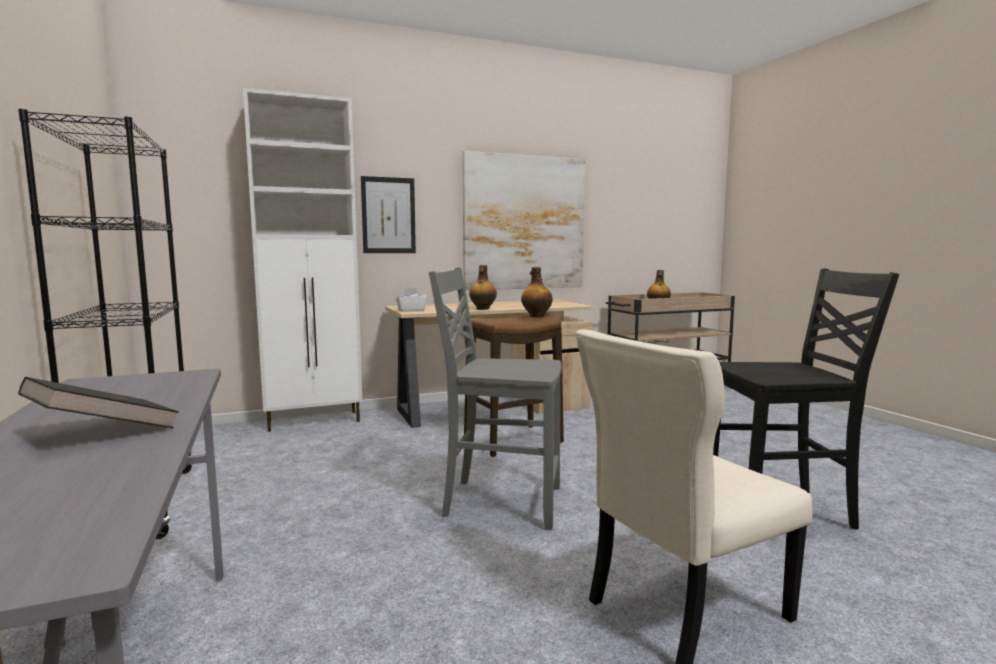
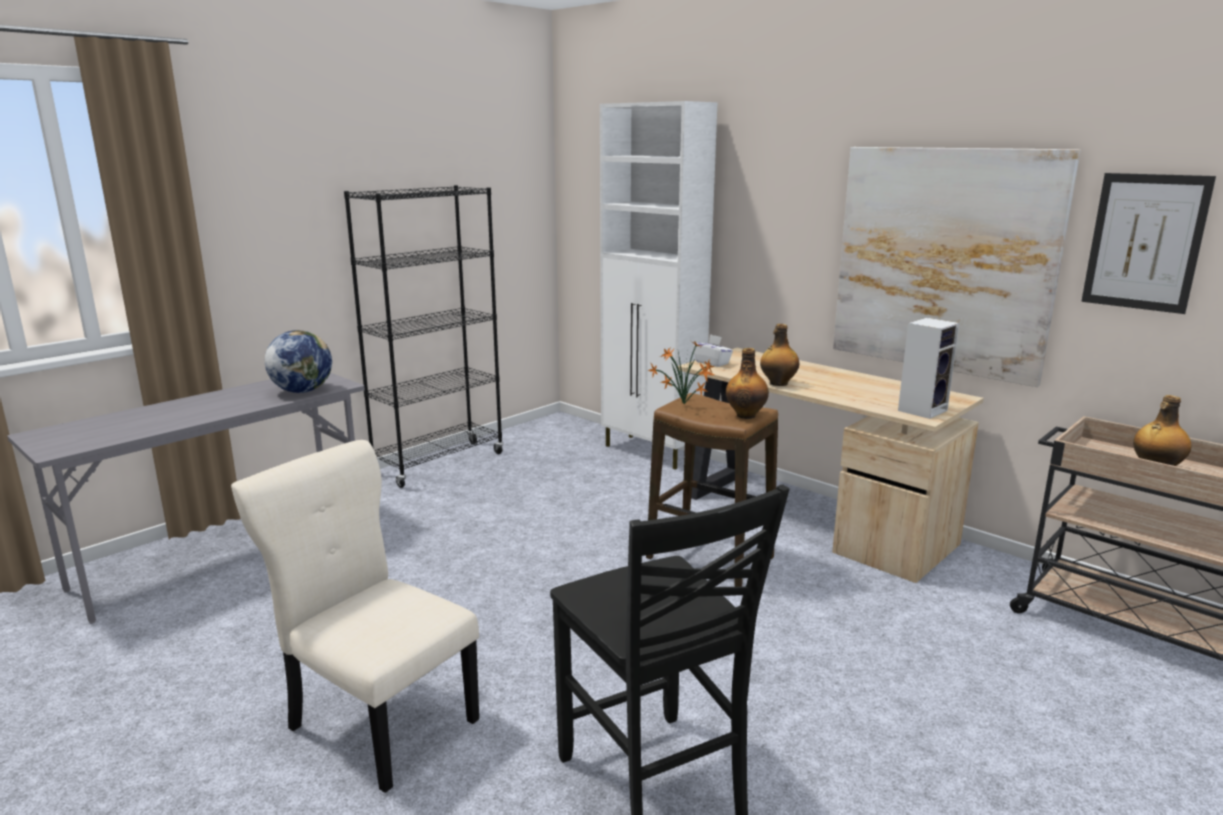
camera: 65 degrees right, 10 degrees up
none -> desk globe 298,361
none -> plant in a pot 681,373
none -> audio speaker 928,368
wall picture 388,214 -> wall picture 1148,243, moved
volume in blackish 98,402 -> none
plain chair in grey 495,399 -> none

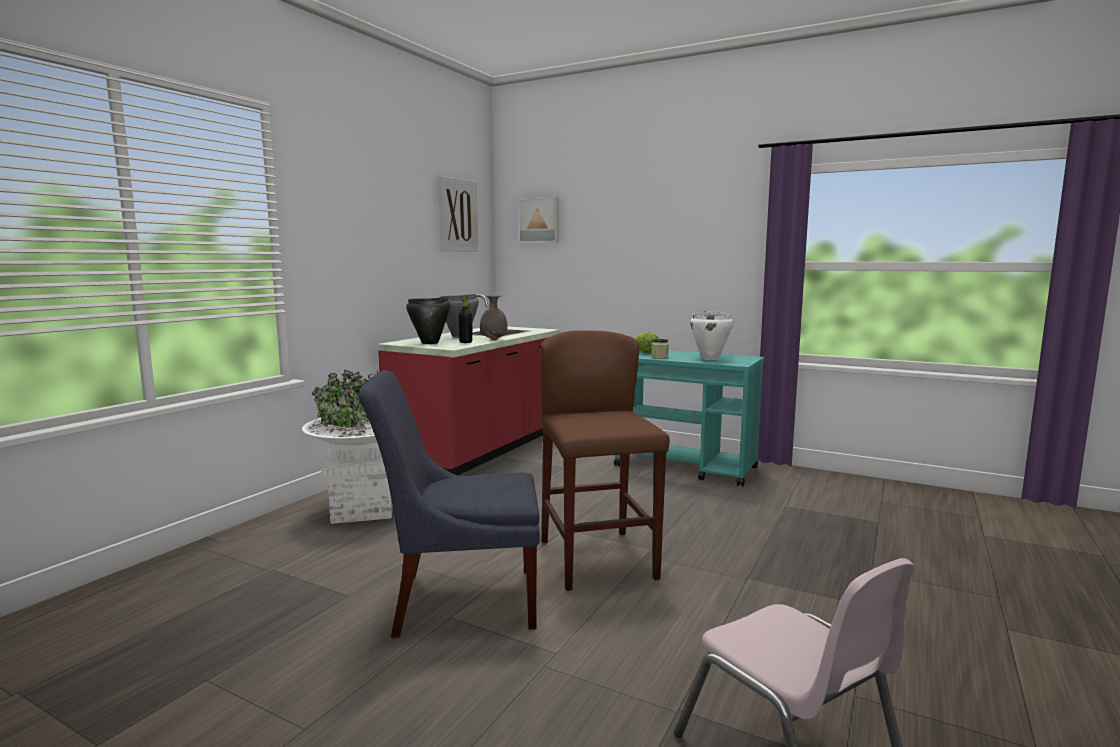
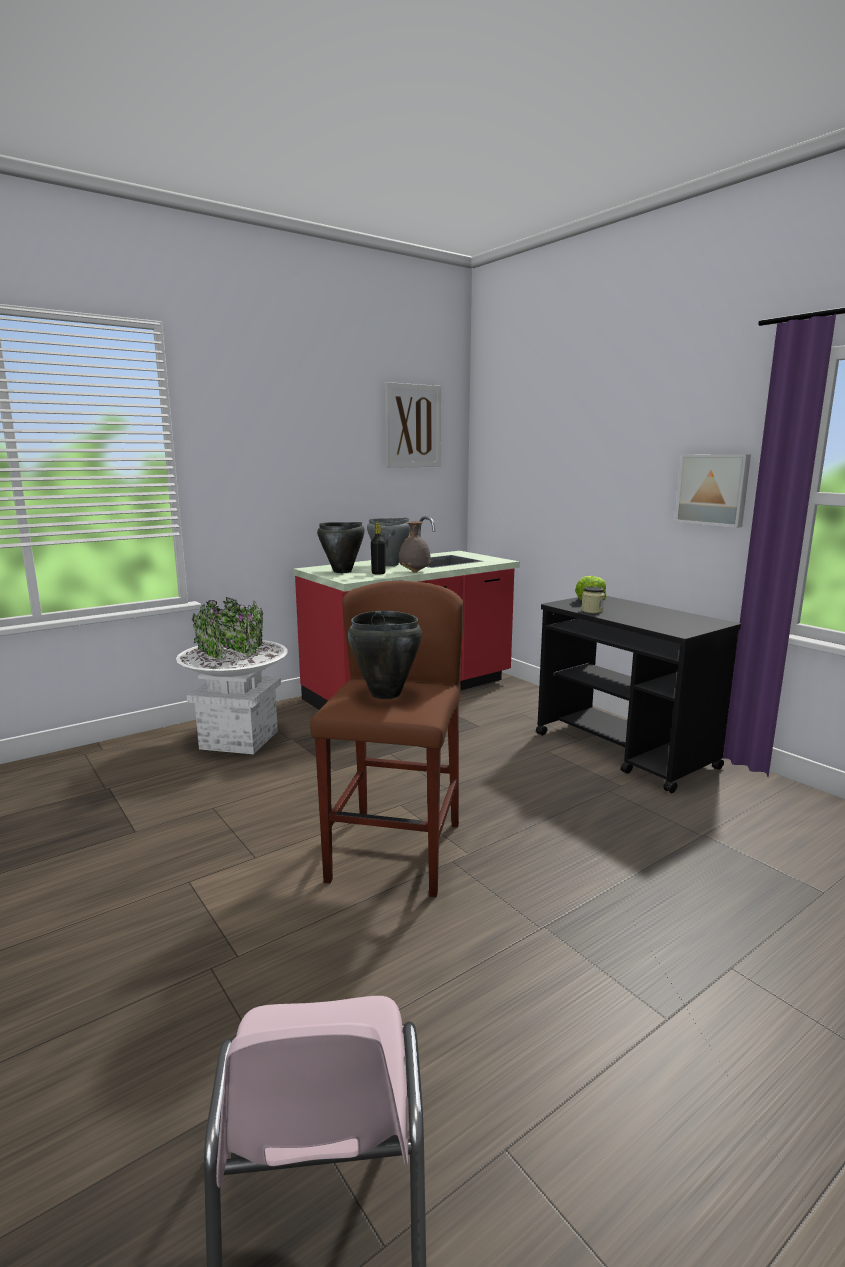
camera: 25 degrees right, 5 degrees up
none -> cooking pot in blackish 385,655
wheeled cart in turquoise 689,418 -> wheeled cart in blackish 638,694
wall picture 538,220 -> wall picture 713,491, moved
plain chair in blue-coloured 449,504 -> none
cooking pot in white 711,335 -> none

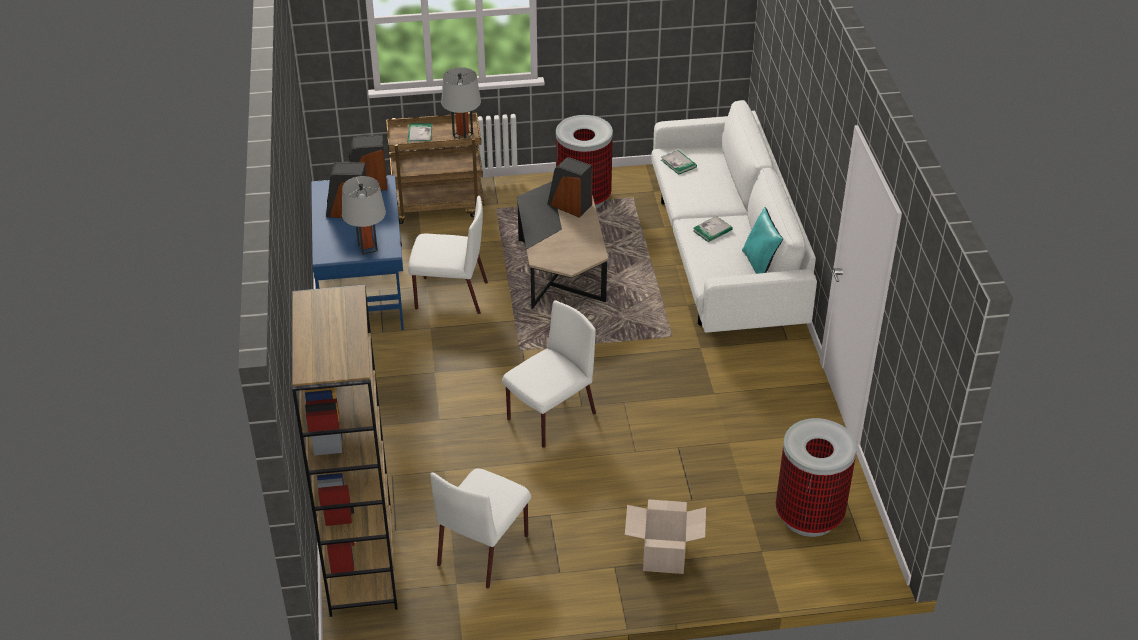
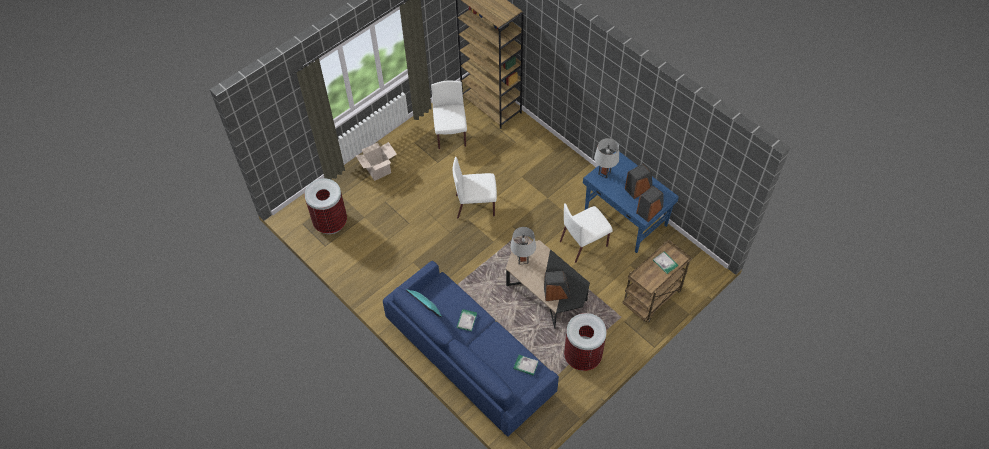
camera: 145 degrees right, 15 degrees up
sofa in white 734,216 -> sofa in blue-coloured 471,349
plain chair in white 549,374 -> plain chair in white 475,188, 75 degrees clockwise
table lamp in grey 461,103 -> table lamp in grey 523,246, moved

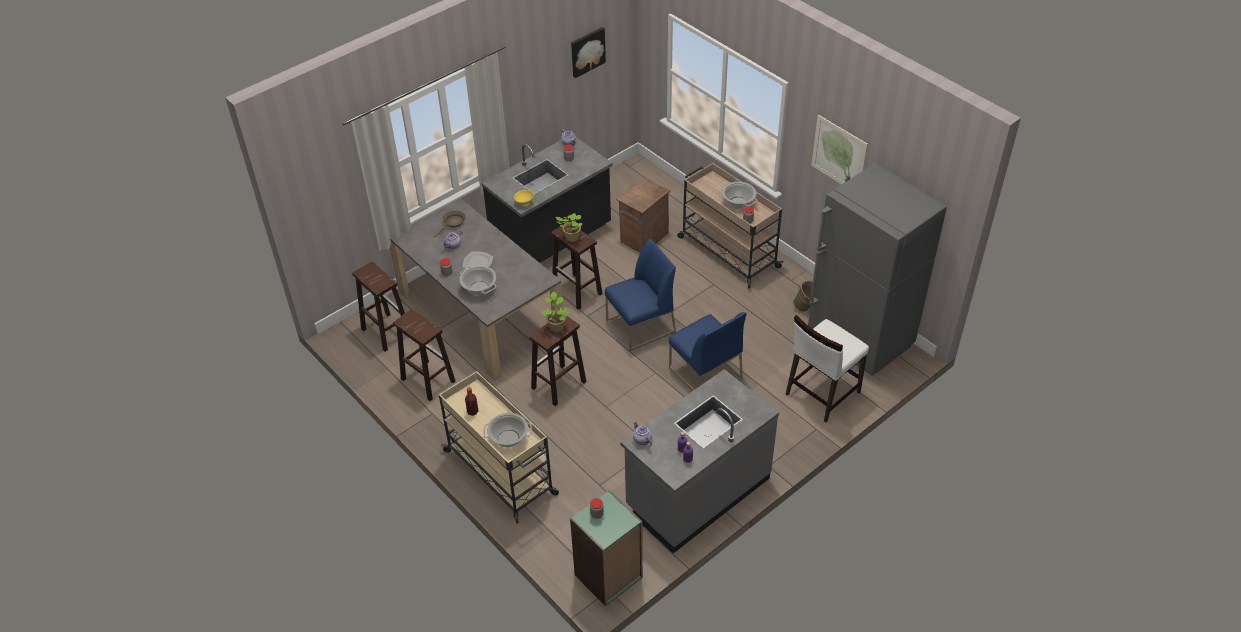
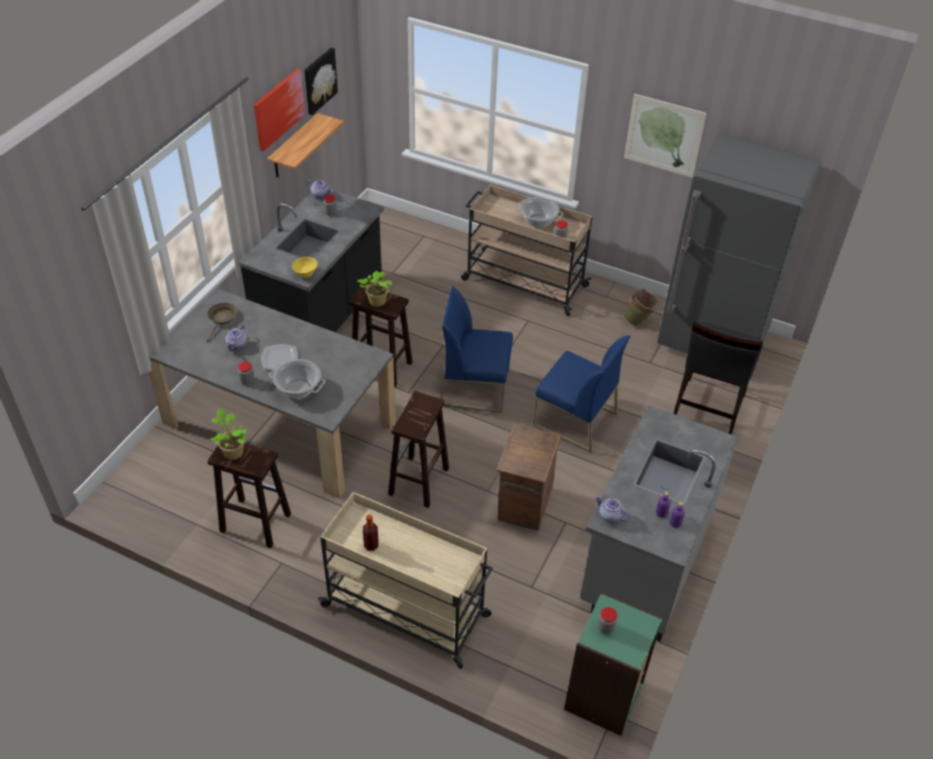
camera: 25 degrees left, 0 degrees up
plant in a pot 555,311 -> plant in a pot 229,434, moved
none -> wall picture 279,110
none -> bracket shelf 305,145
plain chair in blue-coloured 640,294 -> plain chair in blue-coloured 476,349, 120 degrees counterclockwise
shipping crate 643,215 -> shipping crate 529,477, moved
plain chair in white 827,369 -> plain chair in blackish 718,378
stool seat in brownish 378,306 -> none
cooking pot 507,430 -> none

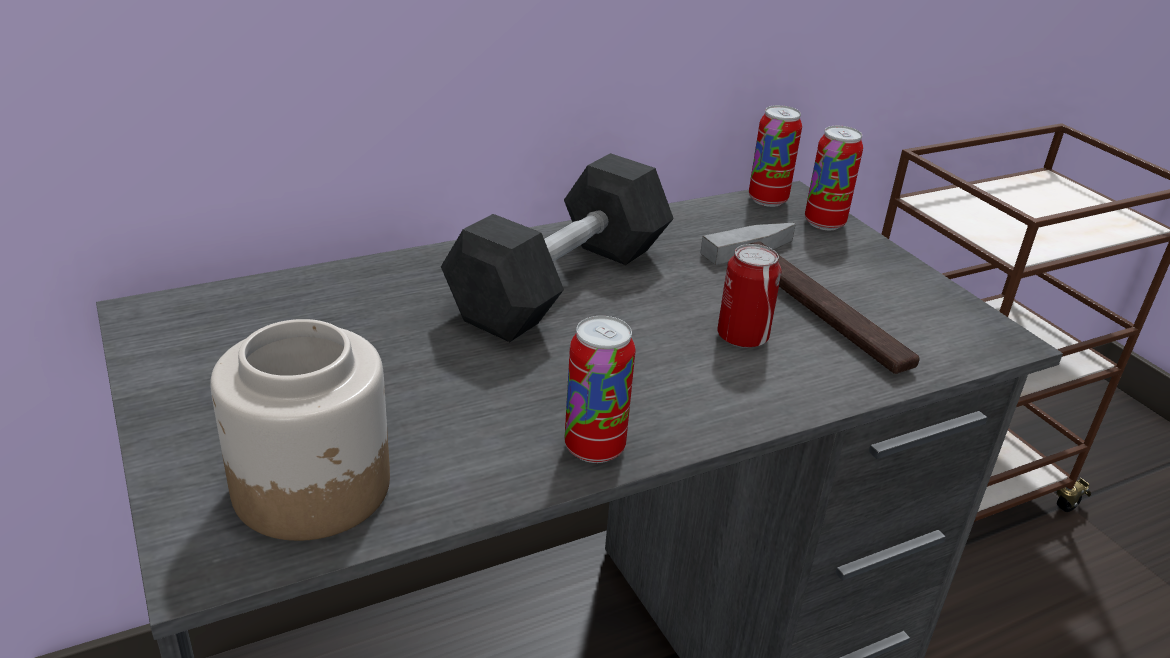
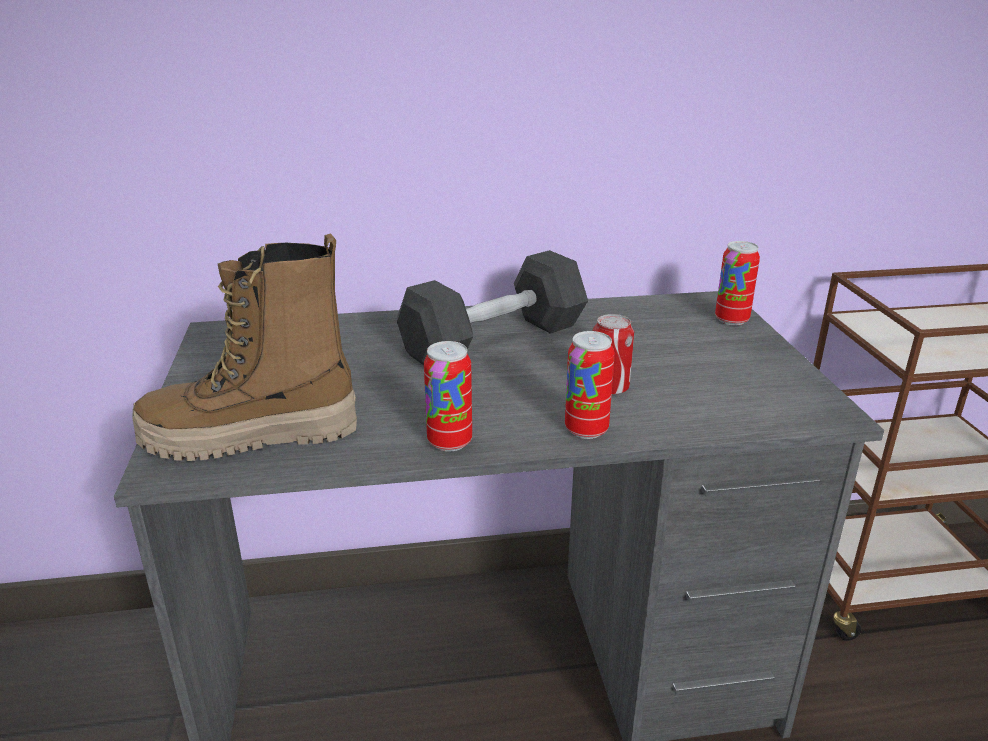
camera: 20 degrees right, 5 degrees down
preserve jar 300,430 -> high-top boot 245,347
can 775,156 -> can 590,385, moved
tool hammer 810,298 -> none

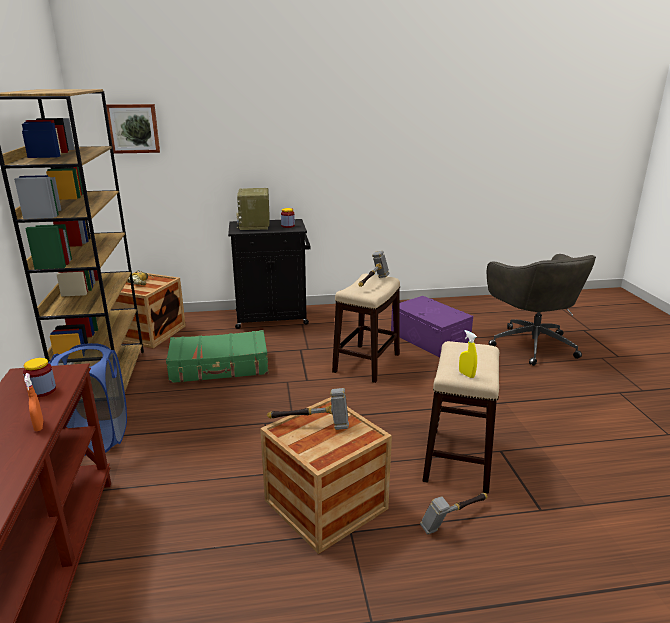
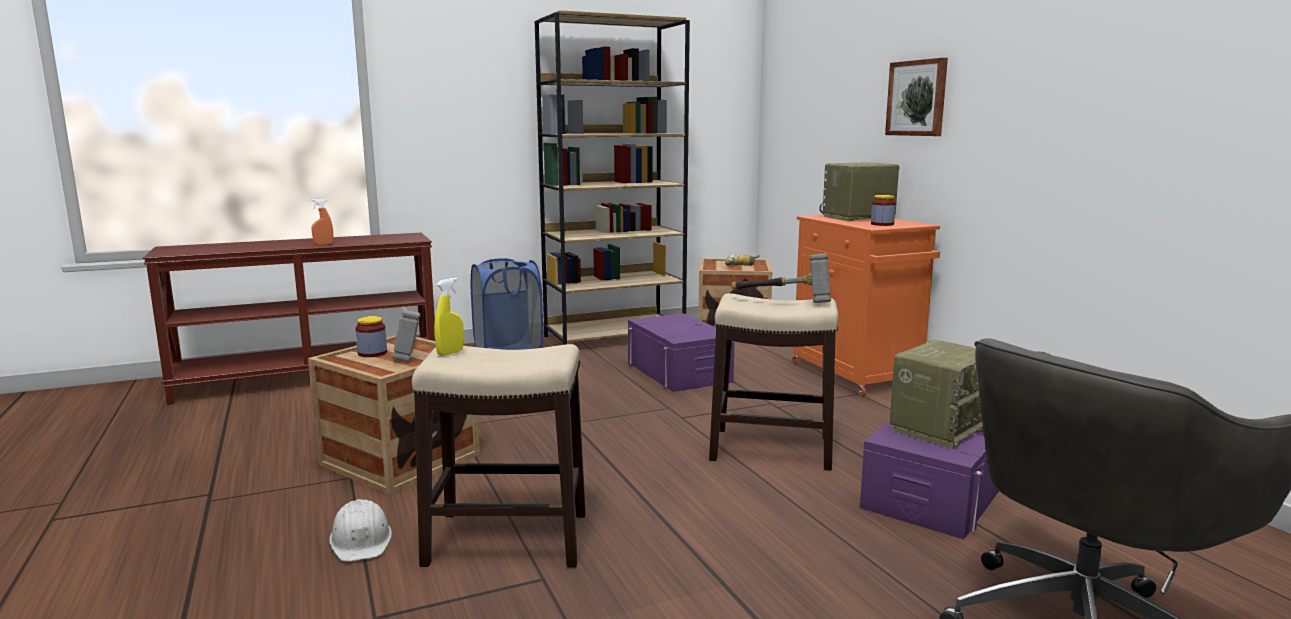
camera: 75 degrees right, 10 degrees down
tool hammer 454,514 -> safety helmet in white 360,530
preserve jar 39,377 -> preserve jar 371,336, moved
suitcase in green-coloured 217,356 -> storage bin in purple-coloured 681,352
cupboard in blackish 269,274 -> cupboard in orange 866,305
wall picture 133,129 -> wall picture 916,97, moved
none -> radio 937,394

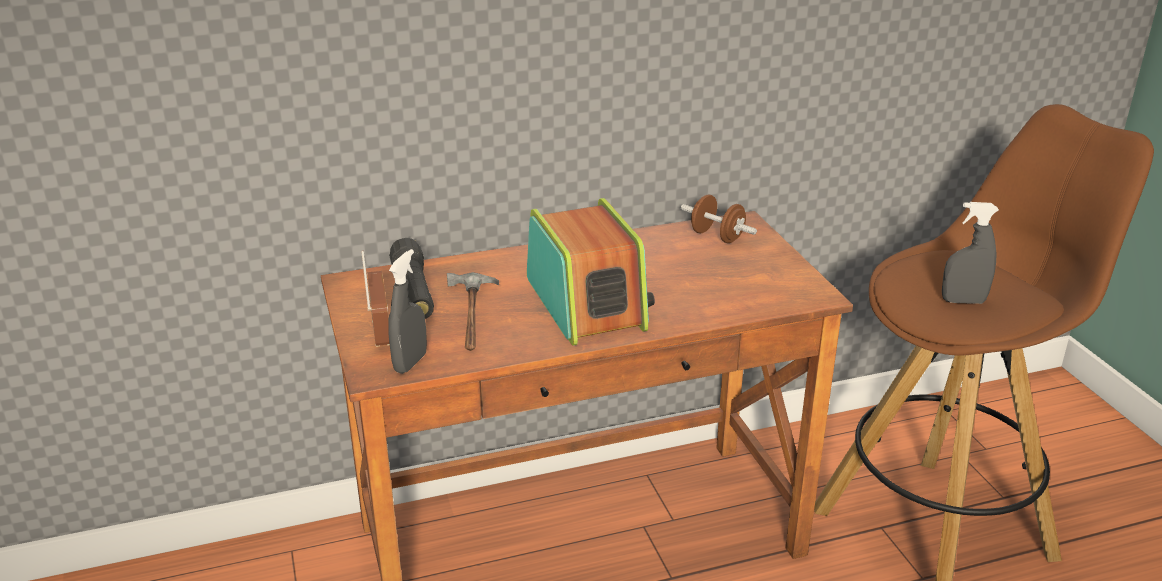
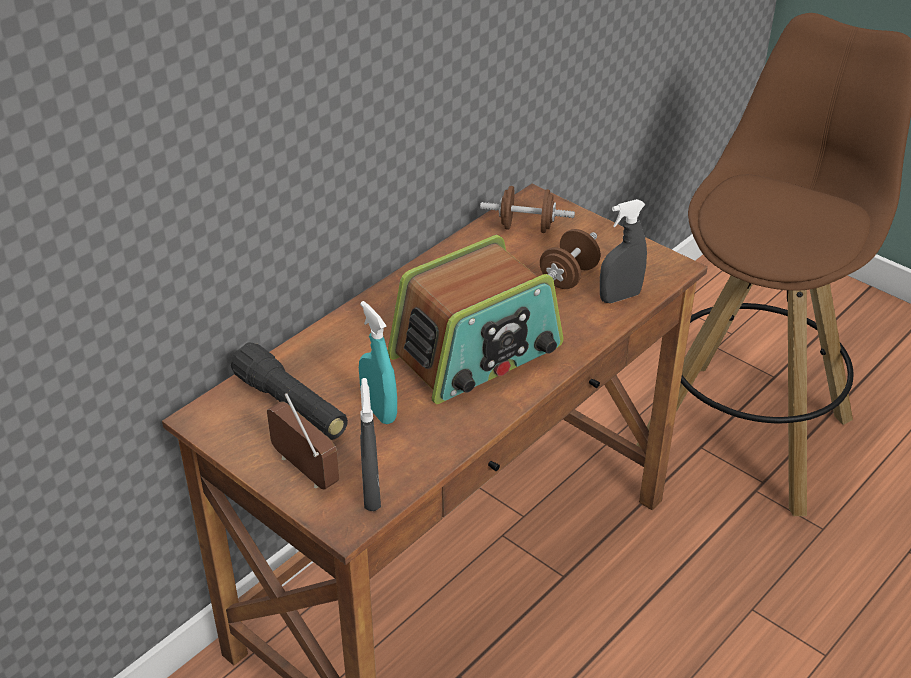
camera: 30 degrees left, 10 degrees up
tool hammer 473,311 -> sprayer in turquoise 378,362
radio 591,272 -> radio 475,319, 105 degrees clockwise
none -> free weight in brownish 570,259
sprayer in grey 970,253 -> sprayer in grey 623,251, moved

